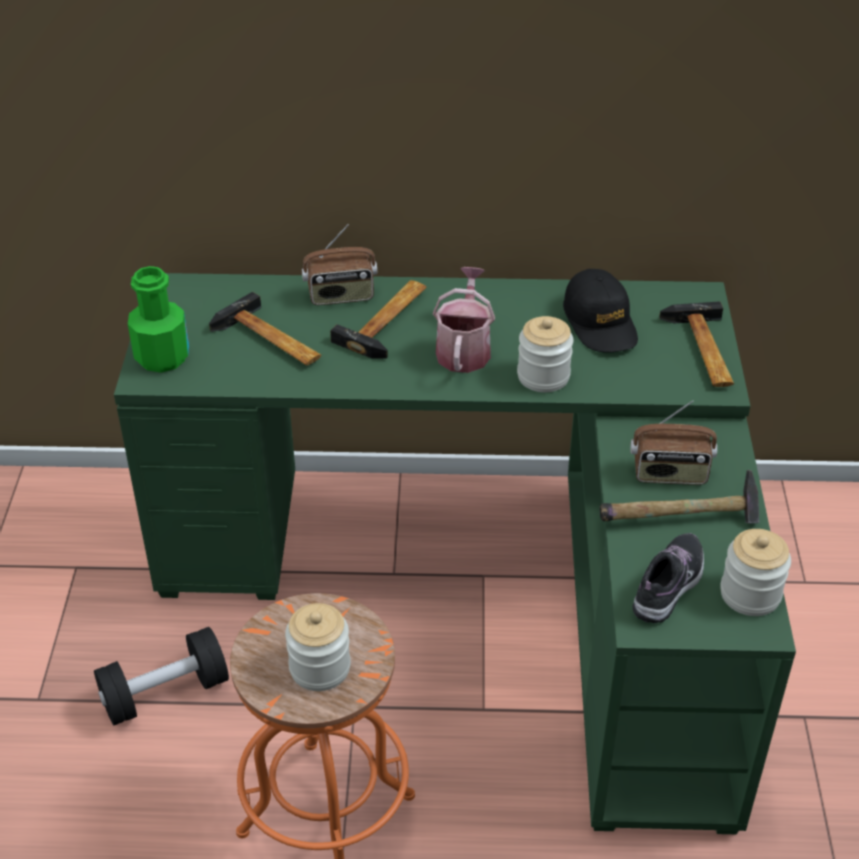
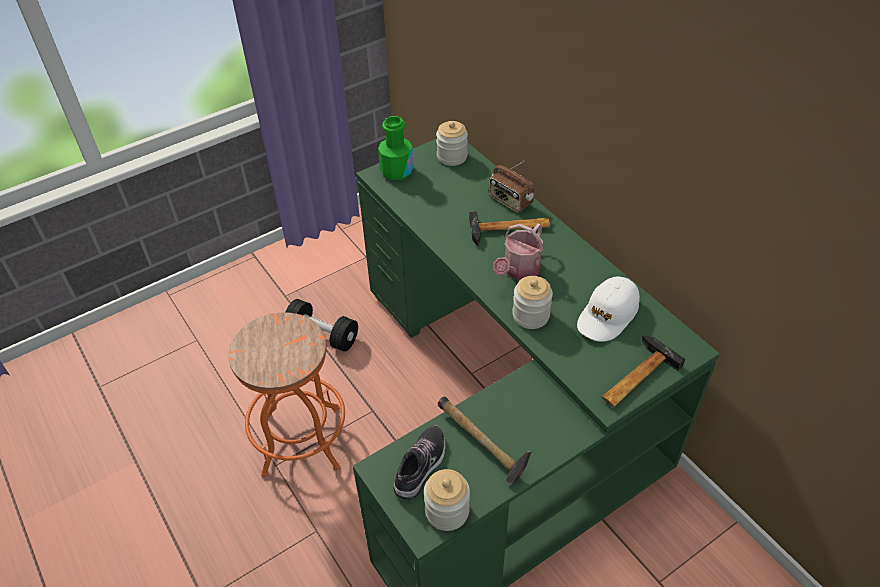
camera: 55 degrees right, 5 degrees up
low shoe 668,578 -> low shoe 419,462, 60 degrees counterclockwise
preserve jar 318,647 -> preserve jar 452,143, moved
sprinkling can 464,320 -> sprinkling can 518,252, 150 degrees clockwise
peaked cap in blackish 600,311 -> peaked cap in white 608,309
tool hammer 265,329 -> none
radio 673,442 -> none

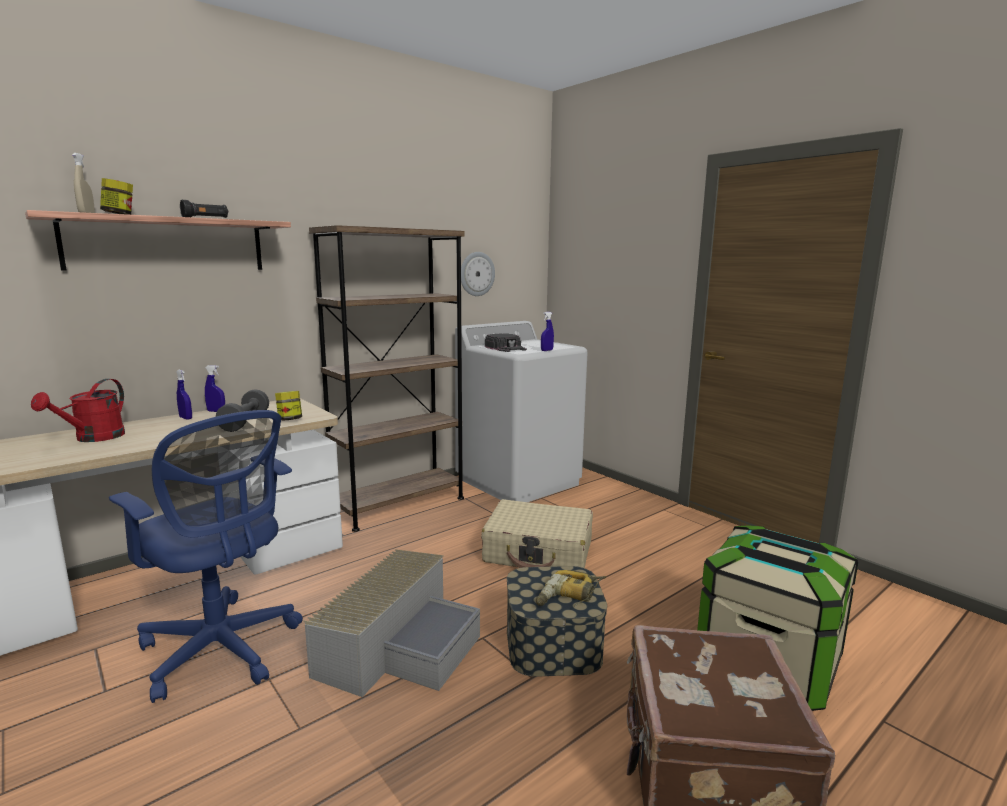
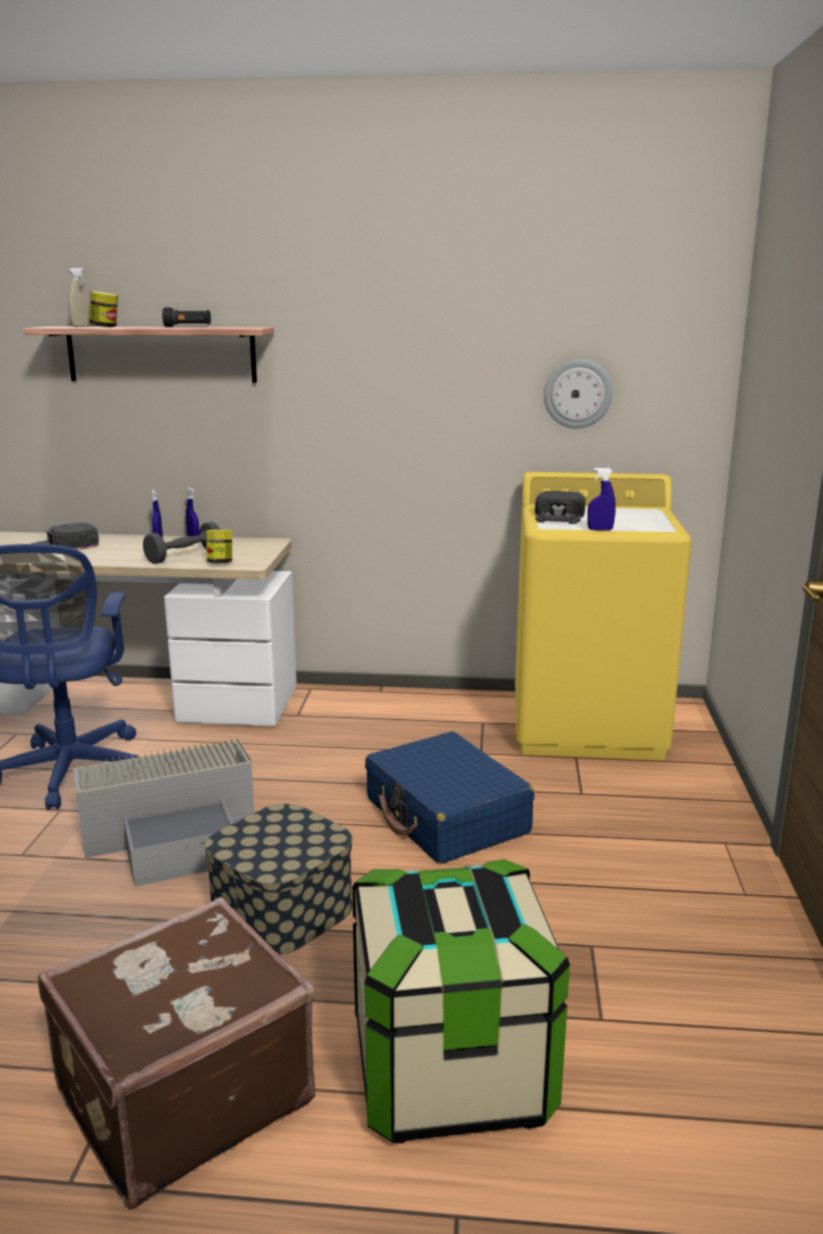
camera: 45 degrees right, 5 degrees up
sprinkling can in red-coloured 78,410 -> peaked cap in blackish 65,536
suitcase in beige 537,533 -> suitcase in blue-coloured 449,797
laundry appliance in white 521,411 -> laundry appliance in yellow-coloured 603,616
shelving unit in brownish 386,378 -> none
power drill 571,588 -> none

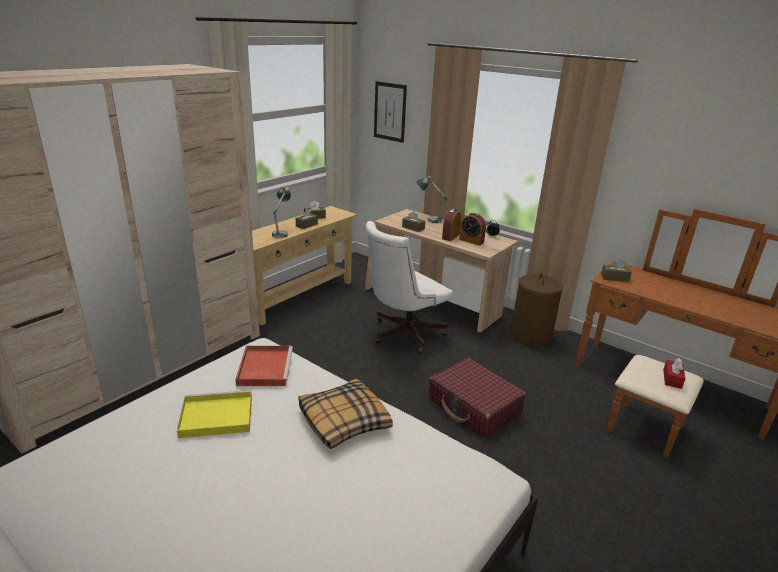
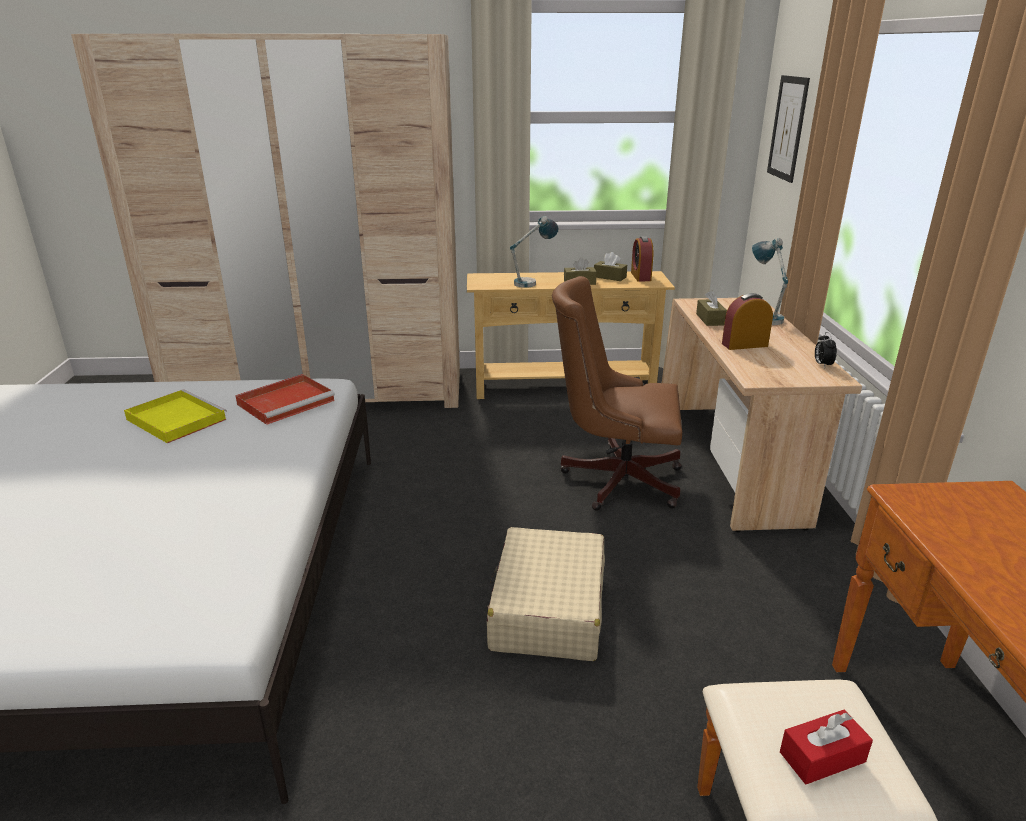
camera: 50 degrees right, 0 degrees up
suitcase in red-coloured 477,398 -> suitcase in beige 546,594
computer chair in white 409,287 -> computer chair in brownish 617,393
alarm clock 472,229 -> alarm clock 642,258, moved
pillow 345,414 -> none
washing basket in brownish 537,310 -> none
tissue box in brownish 616,270 -> none

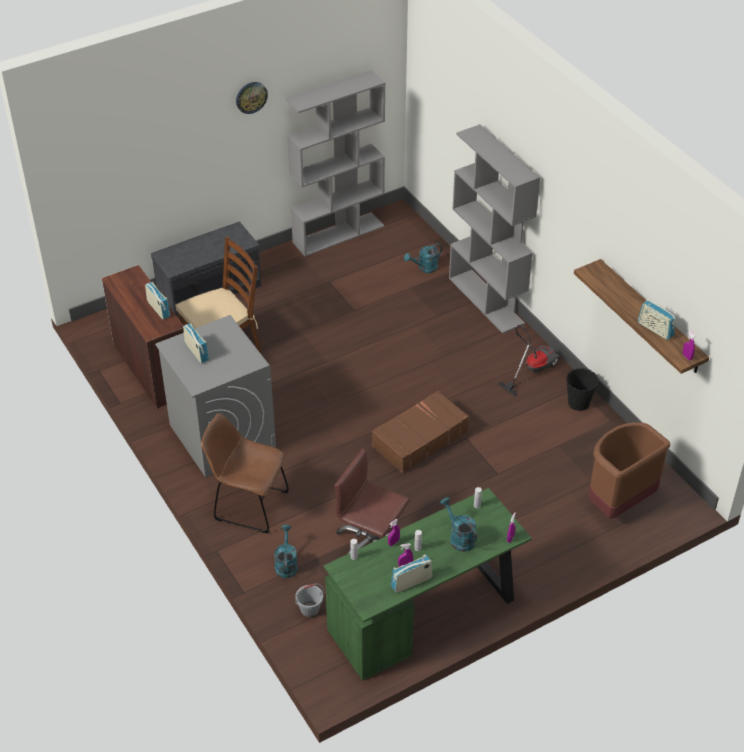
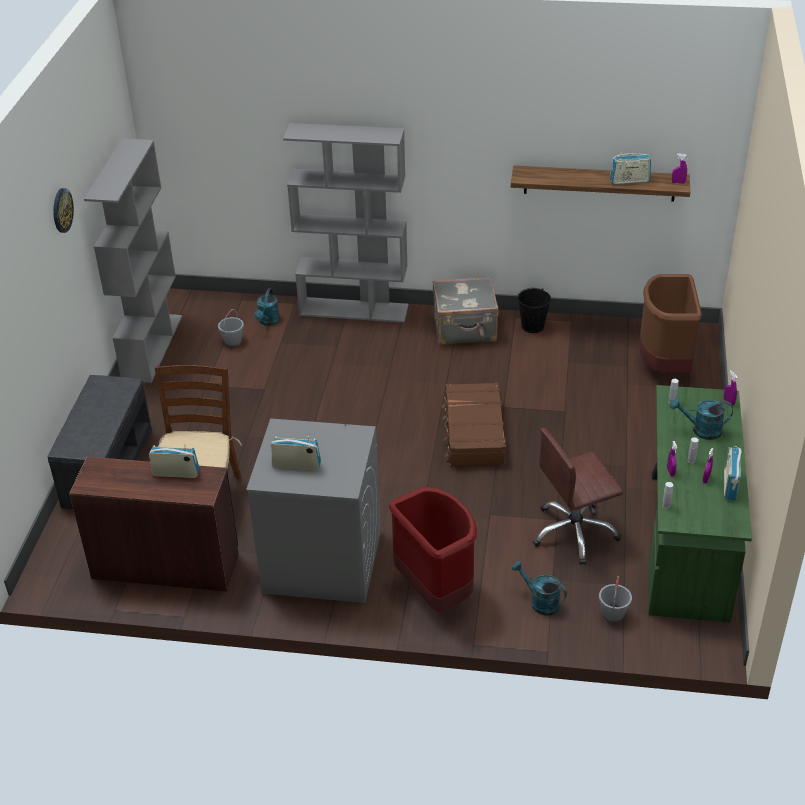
camera: 50 degrees left, 5 degrees down
none -> bucket in grey 231,328
plain chair in brownish 245,473 -> rubbish bin in red-coloured 433,550
hoover 529,360 -> suitcase in grey 466,310

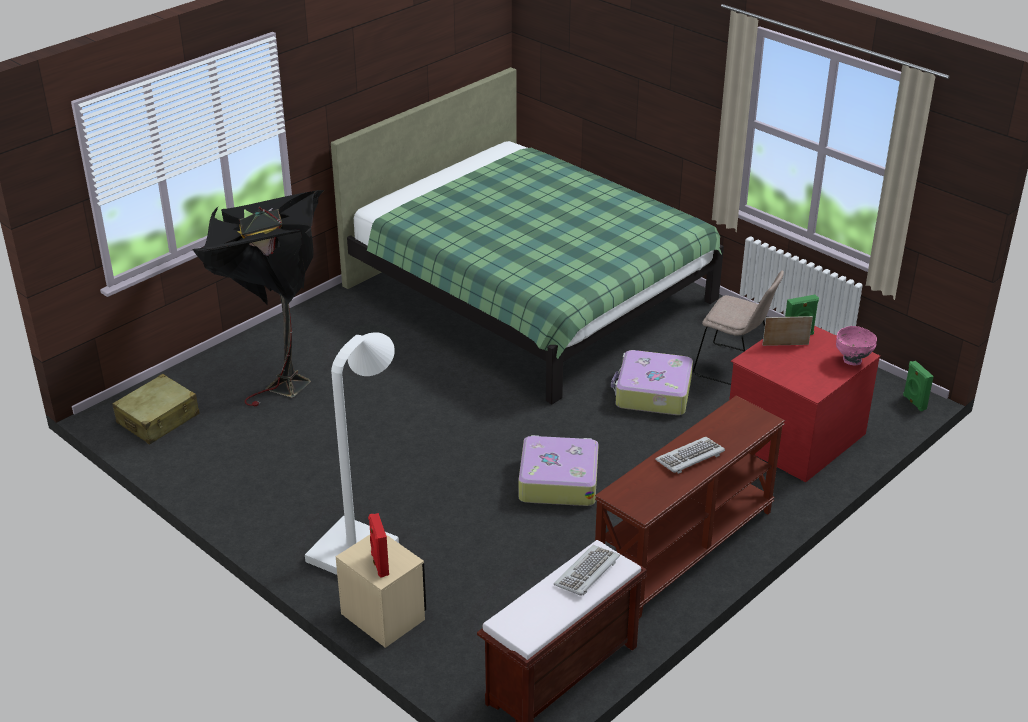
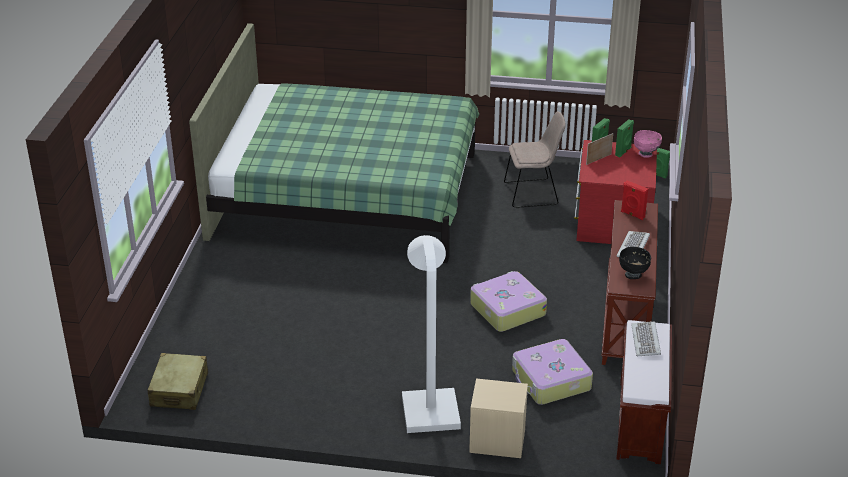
camera: 35 degrees left, 0 degrees up
suitcase 652,382 -> suitcase 552,372, moved
none -> audio speaker in green-coloured 624,138
none -> deep dish in blackish 635,263
audio speaker in red-coloured 378,545 -> audio speaker in red-coloured 634,200, moved
standing lamp in blackish 258,298 -> none

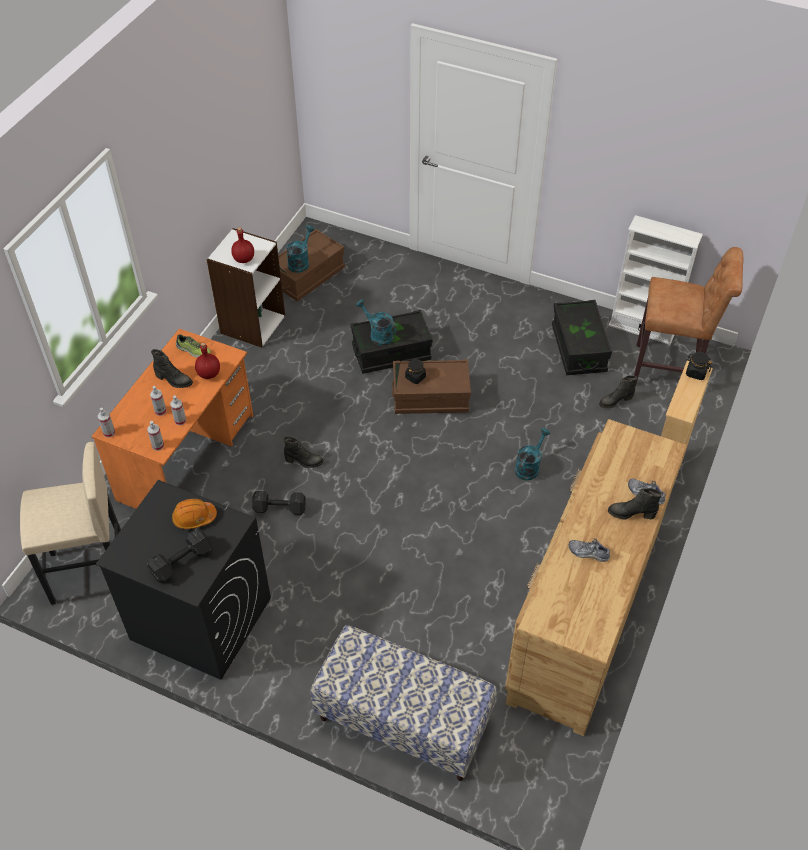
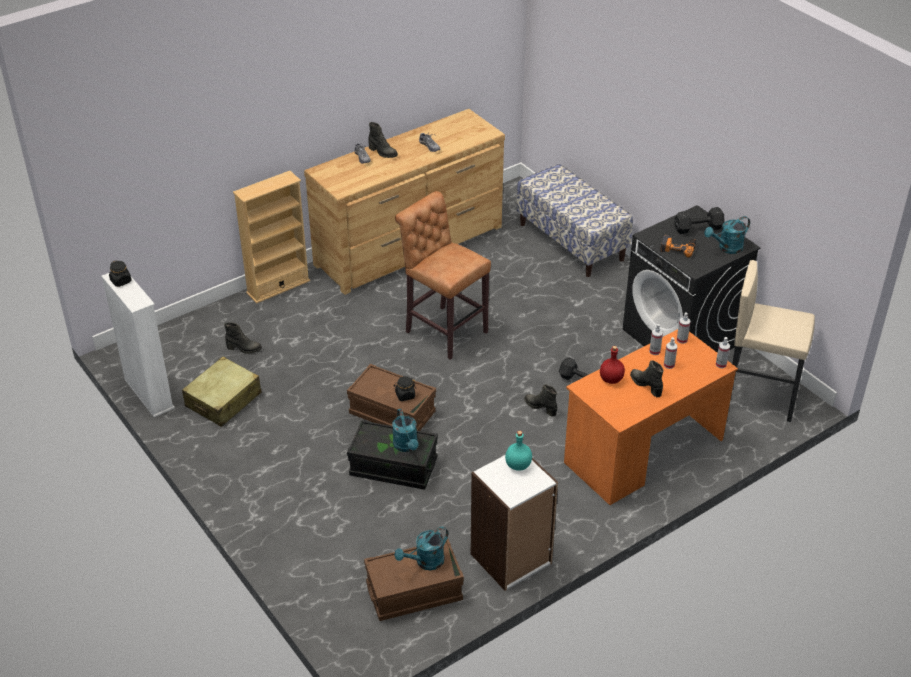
camera: 150 degrees left, 10 degrees down
preserve jar in blackish 699,366 -> preserve jar in blackish 120,273, moved
storage bin in blackish 582,337 -> suitcase in beige 221,391
stool seat in brownish 688,316 -> stool seat in brownish 443,275, moved
bottle in red-coloured 242,245 -> bottle in turquoise 518,451
safety helmet in orange 194,514 -> power drill 678,246
sprinkling can in turquoise 532,454 -> sprinkling can in turquoise 727,235, moved
low shoe 193,346 -> none

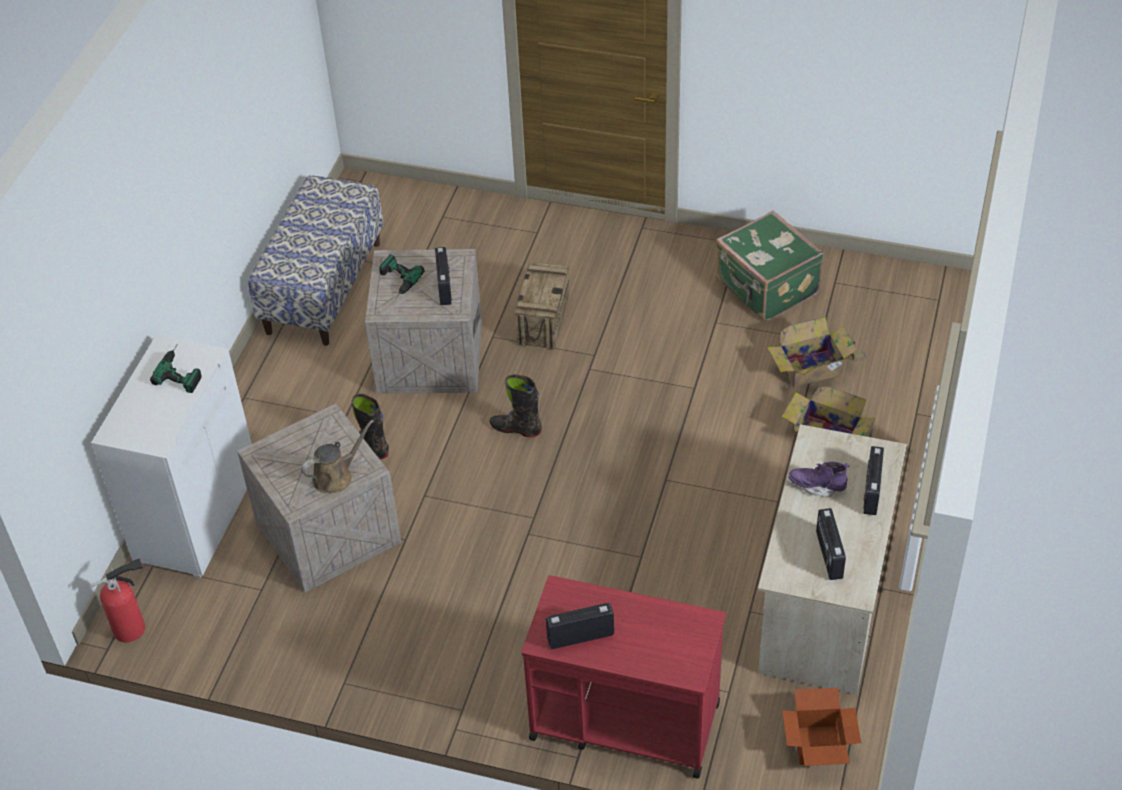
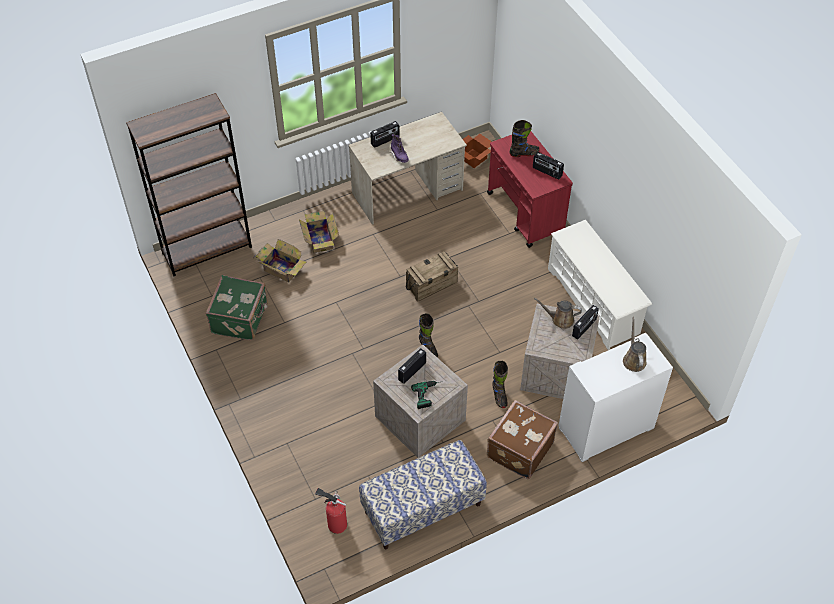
camera: 135 degrees left, 5 degrees up
none -> shelving unit in brownish 189,184
extinguisher 117,600 -> extinguisher 331,511, moved
shipping crate 541,306 -> shipping crate 432,276, moved
none -> suitcase in brownish 522,439
none -> high-top boot in blackish 525,138
none -> shoe shelf in white 600,285
radio 831,544 -> radio 585,322, moved
none -> sprinkling can in brownish 635,344
power drill 176,369 -> none

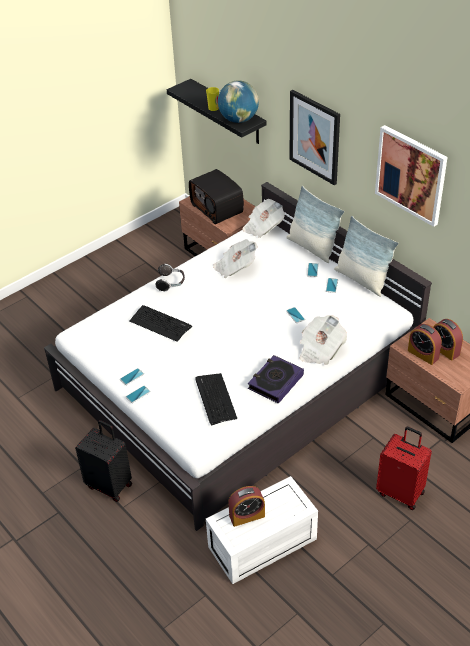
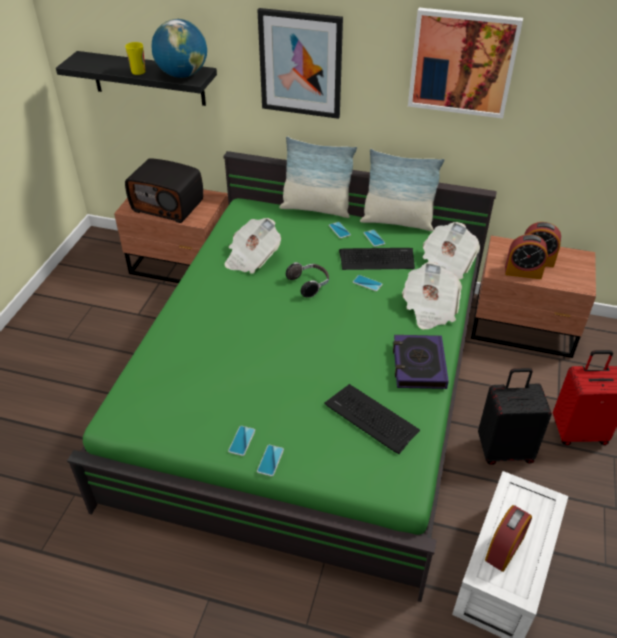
camera: 35 degrees left, 0 degrees up
sleeping bed in white 238,356 -> sleeping bed in green-coloured 282,376
headphones 170,278 -> headphones 307,280, moved
computer keyboard 160,323 -> computer keyboard 377,259, moved
printed paper 264,218 -> printed paper 451,251, moved
suitcase in blackish 103,461 -> suitcase in blackish 515,416, moved

